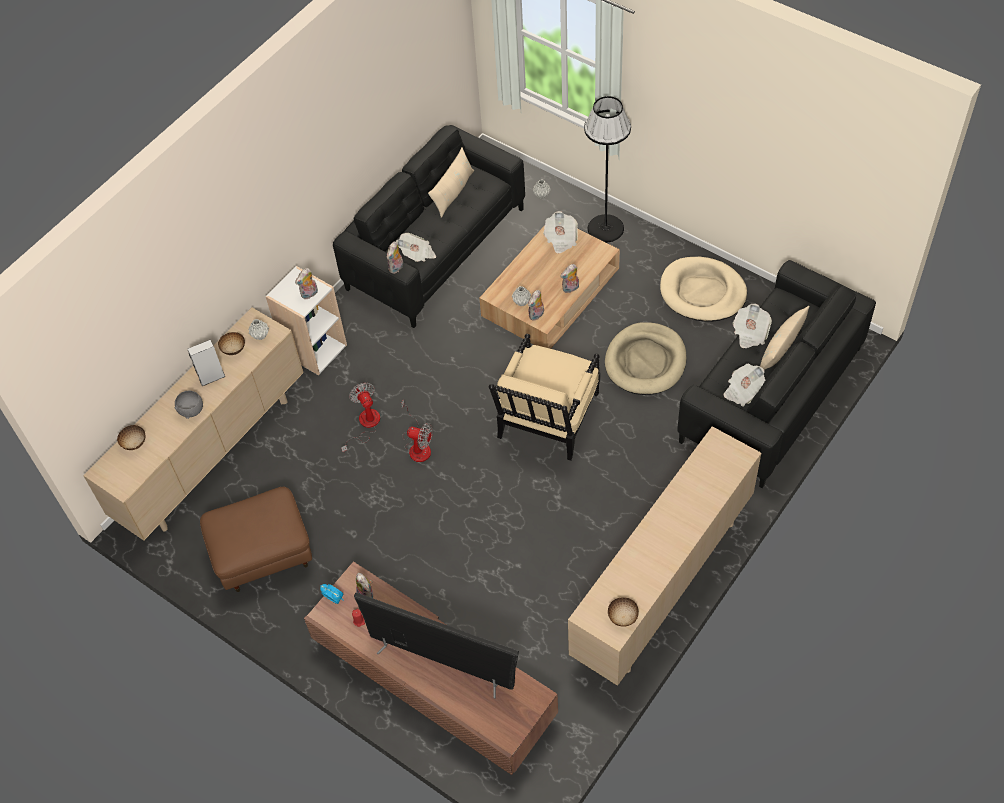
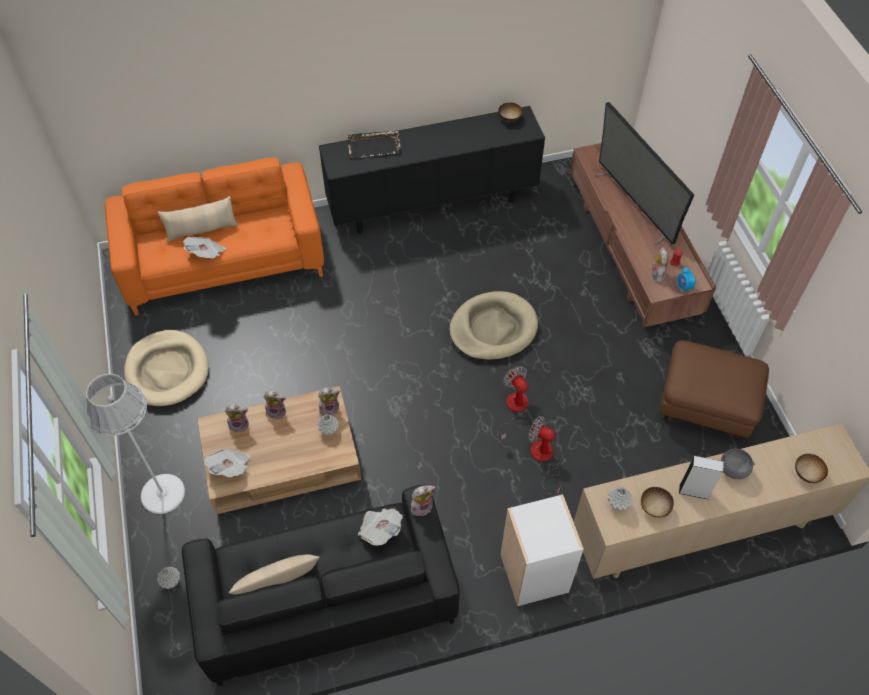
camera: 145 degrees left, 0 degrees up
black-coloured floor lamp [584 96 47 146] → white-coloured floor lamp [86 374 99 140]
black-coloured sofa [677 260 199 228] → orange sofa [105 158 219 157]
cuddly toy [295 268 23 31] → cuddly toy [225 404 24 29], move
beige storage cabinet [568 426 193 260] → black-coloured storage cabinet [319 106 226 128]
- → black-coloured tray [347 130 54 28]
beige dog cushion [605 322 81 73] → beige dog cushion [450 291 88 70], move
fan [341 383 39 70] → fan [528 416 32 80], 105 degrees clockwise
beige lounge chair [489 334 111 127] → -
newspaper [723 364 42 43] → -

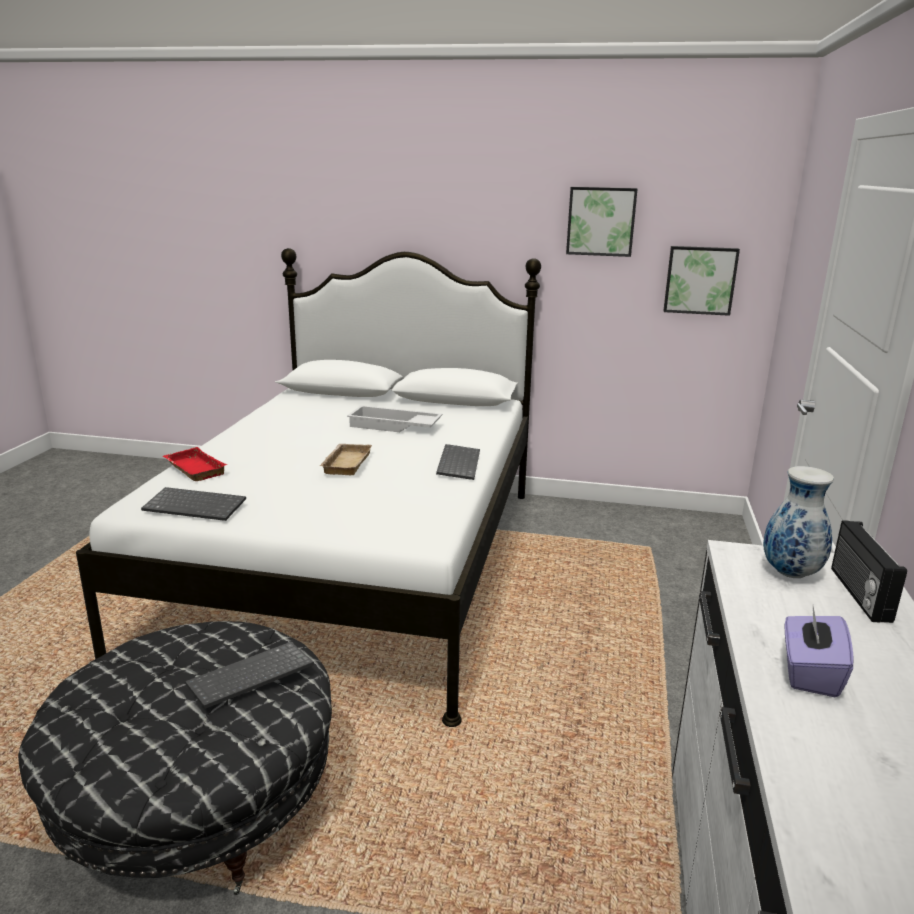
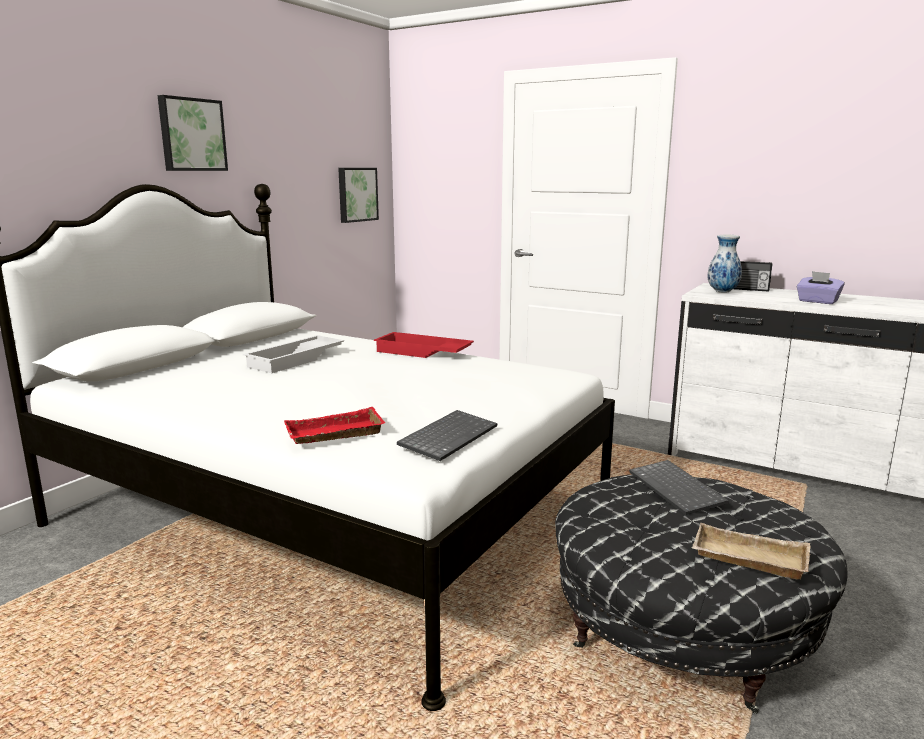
camera: 70 degrees left, 5 degrees down
wall picture [566 187 72 70] → wall picture [157 95 71 76], move
PC keyboard [436 444 44 36] → red tray [374 332 100 26]
beige tray [320 444 52 31] → beige tray [692 523 119 57], move

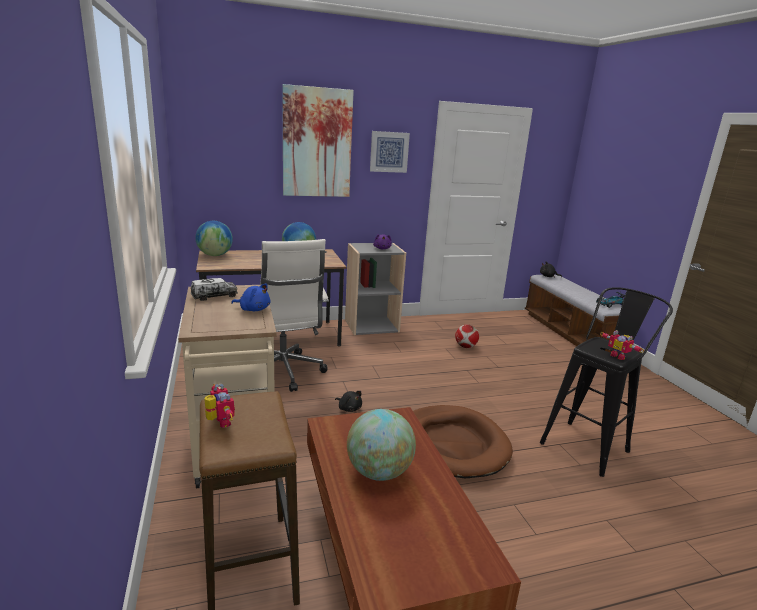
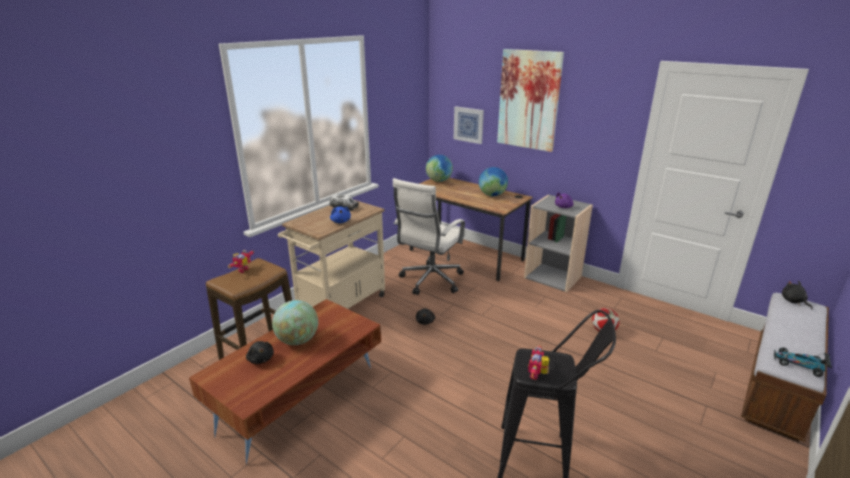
camera: 55 degrees right, 5 degrees up
- → black-coloured cuddly toy [246 341 28 23]
wall picture [370 131 40 42] → wall picture [454 106 30 38], move
brown-coloured dog cushion [413 405 100 73] → -

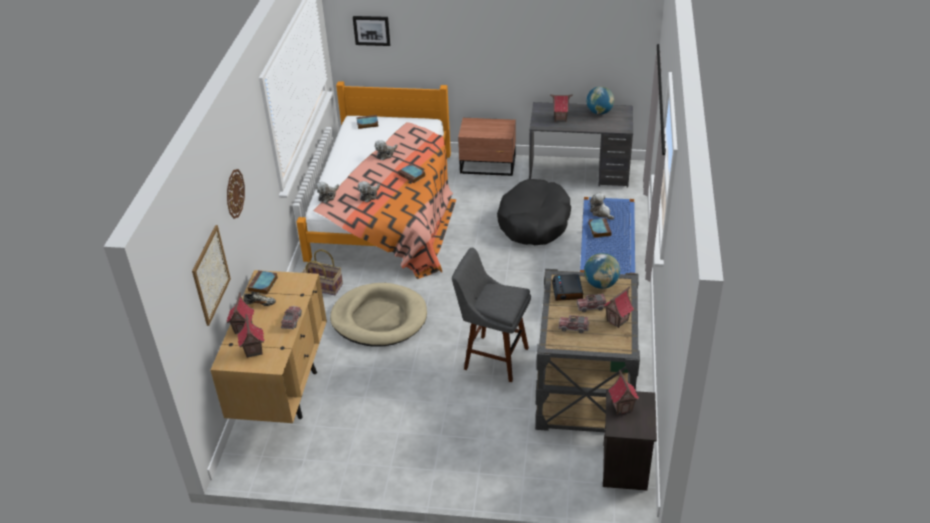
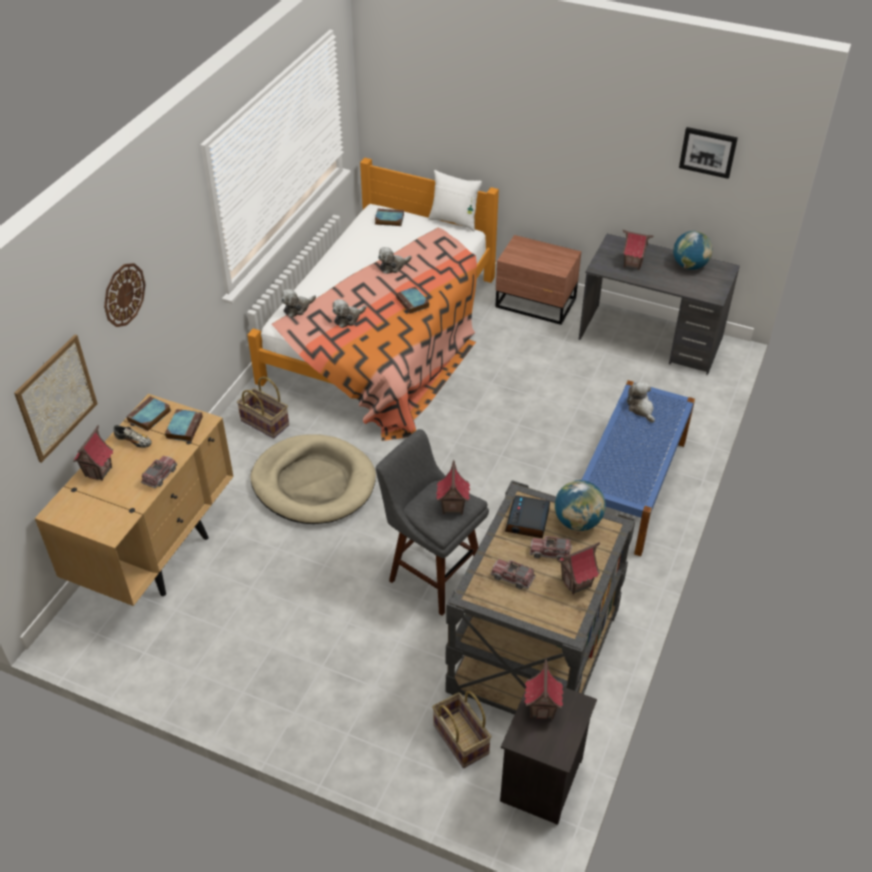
camera: 15 degrees right, 5 degrees up
bound book [589 218 23 20] → bound book [165 409 38 33], move
- → white-coloured throw pillow [428 170 54 61]
- → storage basket [432 691 60 77]
miniature house [237 314 27 44] → miniature house [436 460 34 55], move
wall picture [353 16 37 30] → wall picture [679 127 59 52], move
black-coloured dog cushion [497 179 74 66] → -

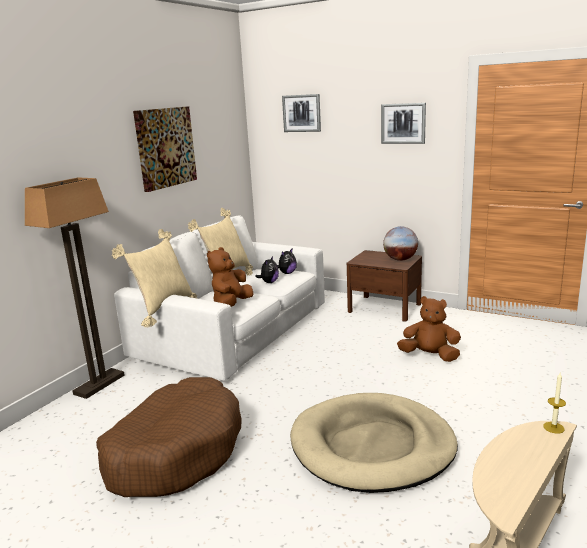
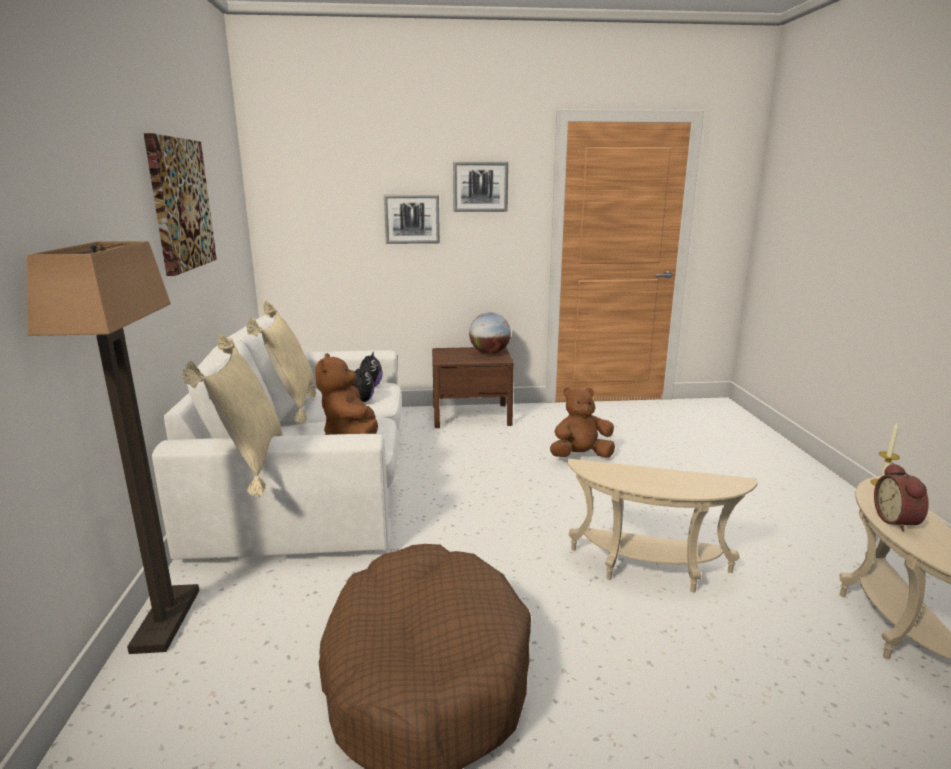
camera: 35 degrees left, 0 degrees up
wall picture [282 94 39 38] → wall picture [384 195 56 49], move
beige dog cushion [290 393 168 100] → beige end table [567 459 191 134]
- → table clock [874 463 55 69]

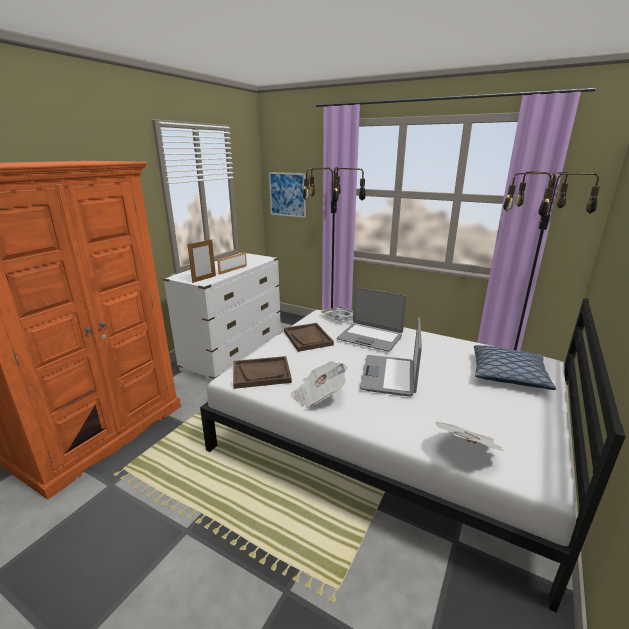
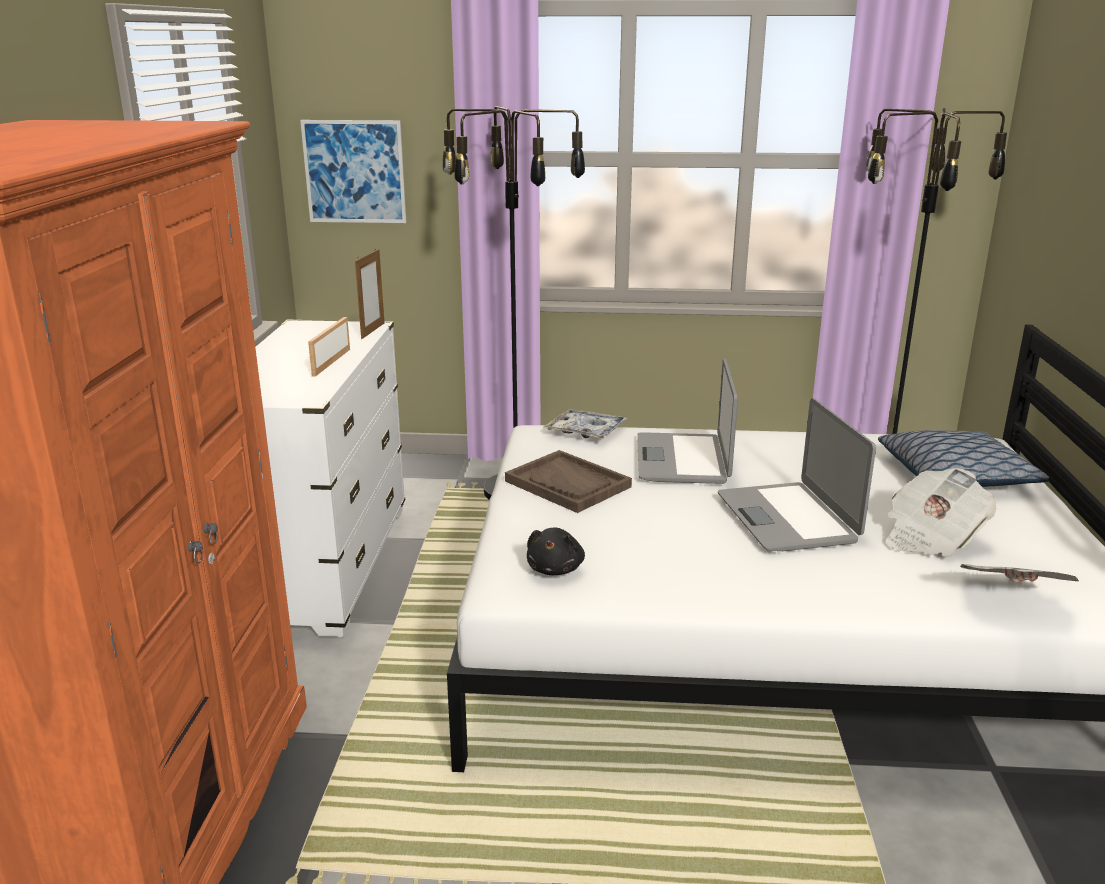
camera: 25 degrees left, 0 degrees up
picture frame [187 239 29 44] → picture frame [355 248 29 91], move
brown-coloured tray [233 356 59 33] → black-coloured cuddly toy [527 527 58 48]
portable computer [337 287 69 65] → portable computer [637 358 101 126], 90 degrees clockwise
newspaper [291 361 57 47] → newspaper [887 468 109 89], move

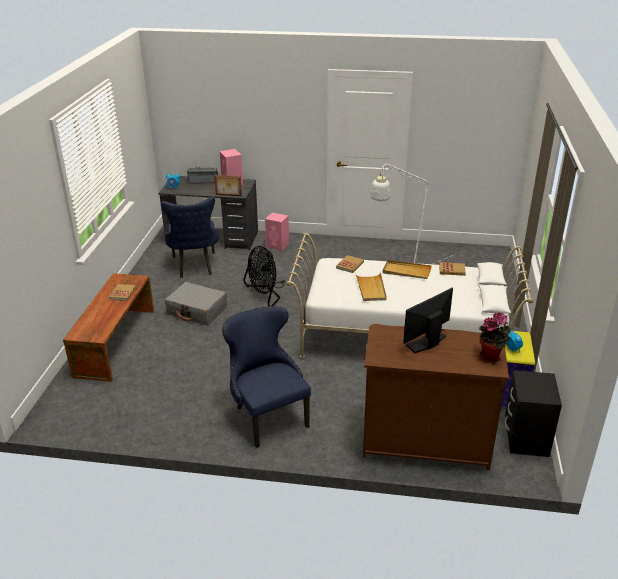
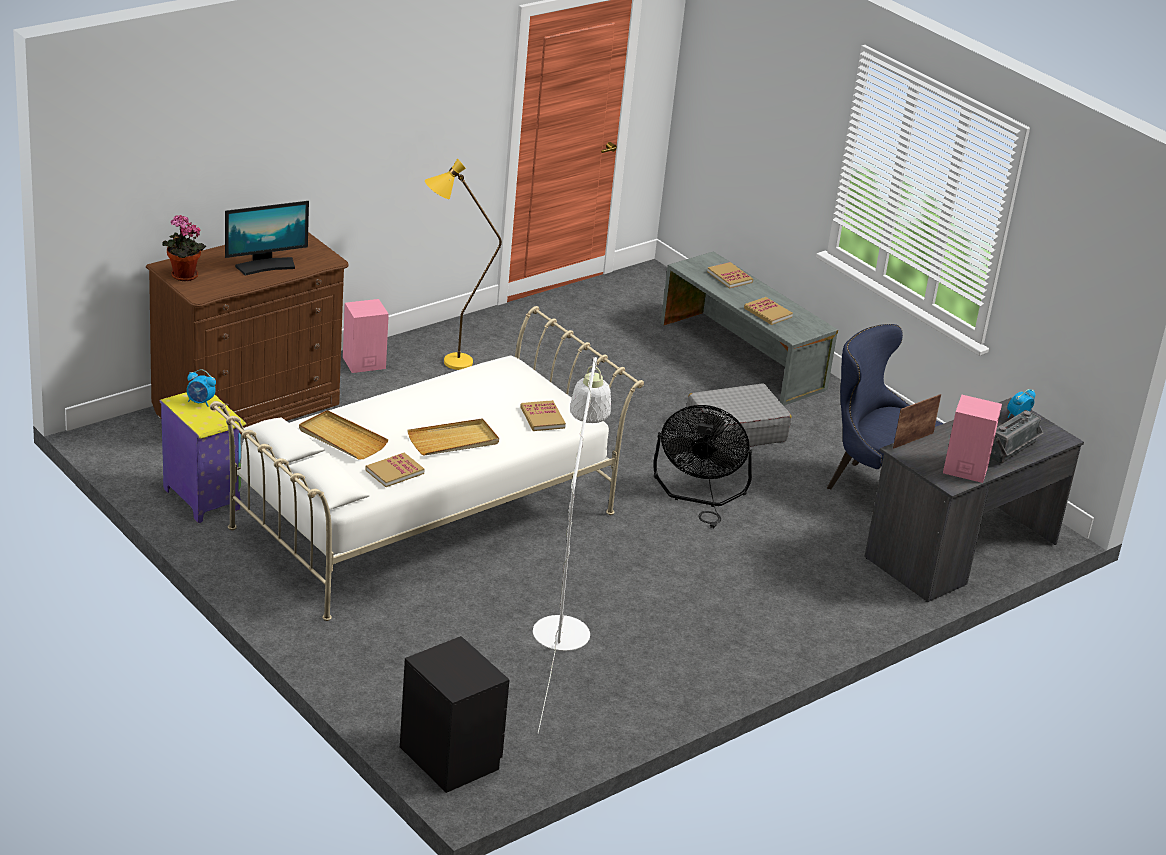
camera: 130 degrees right, 0 degrees up
monitor [403 287 50 66] → monitor [225 201 84 75], 60 degrees clockwise
beige tray [356 273 31 28] → beige tray [299 410 90 49], move
pink-coloured audio speaker [265 213 24 38] → pink-coloured audio speaker [343 299 46 74], move
black-coloured night table [505 370 57 87] → black-coloured night table [400 636 109 157], move
blue-coloured chair [222 306 89 142] → yellow floor lamp [425 158 77 212]
brown-coloured indoor bench [63 273 91 109] → gray indoor bench [660 251 178 155]
- → bound book [707 262 46 27]

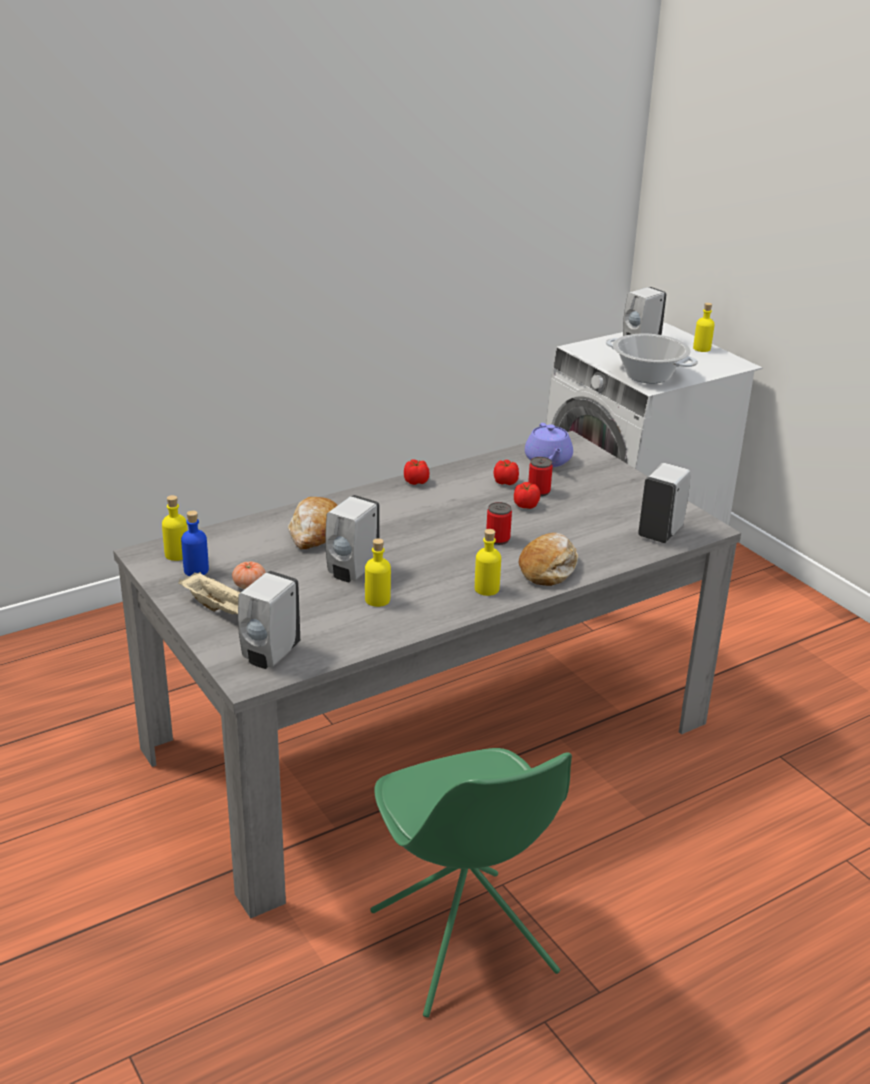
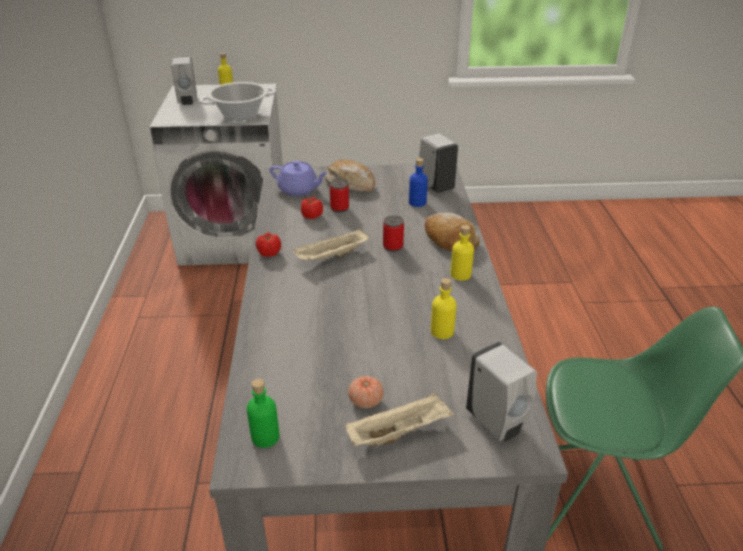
camera: 60 degrees left, 5 degrees up
yellow bottle [162 495 26 66] → greenish bottle [247 379 32 69]
- → beige tray [293 228 76 33]
baked bread [288 497 50 52] → baked bread [325 160 50 32], move
blue-coloured bottle [181 511 28 65] → blue-coloured bottle [409 158 19 49], move
white-coloured soap bottle [325 495 55 87] → -
tomato [514 482 26 27] → -

